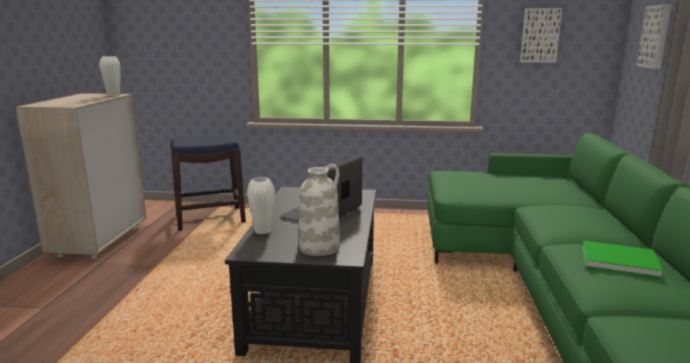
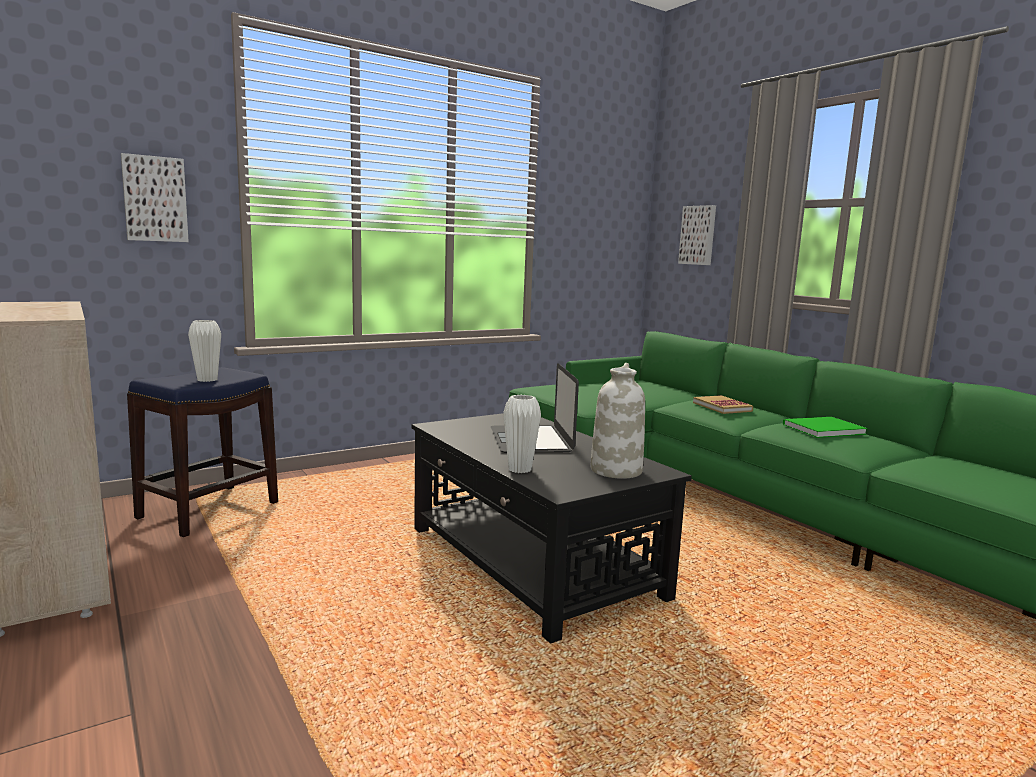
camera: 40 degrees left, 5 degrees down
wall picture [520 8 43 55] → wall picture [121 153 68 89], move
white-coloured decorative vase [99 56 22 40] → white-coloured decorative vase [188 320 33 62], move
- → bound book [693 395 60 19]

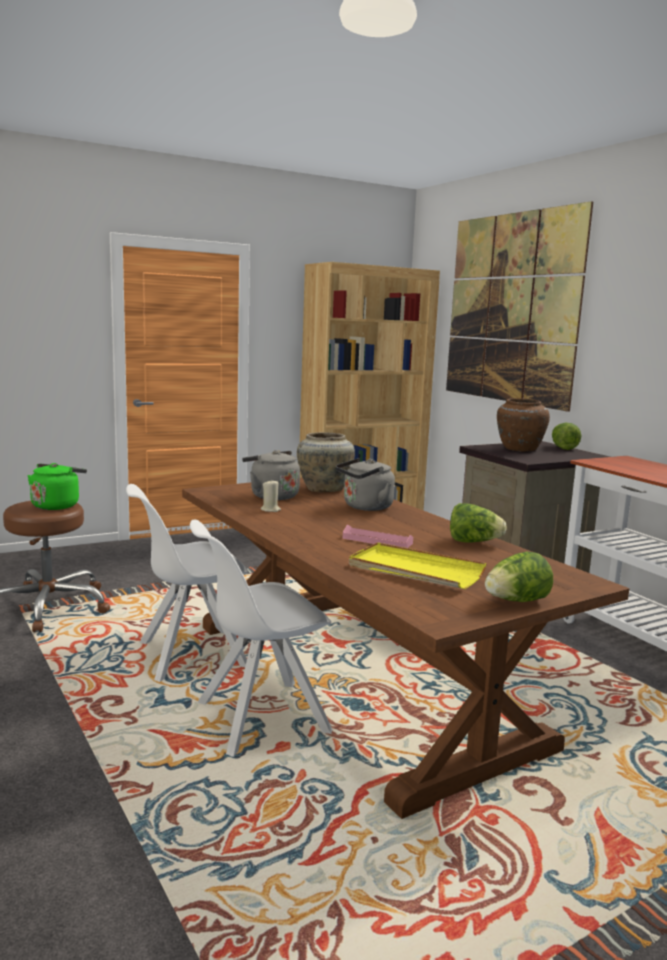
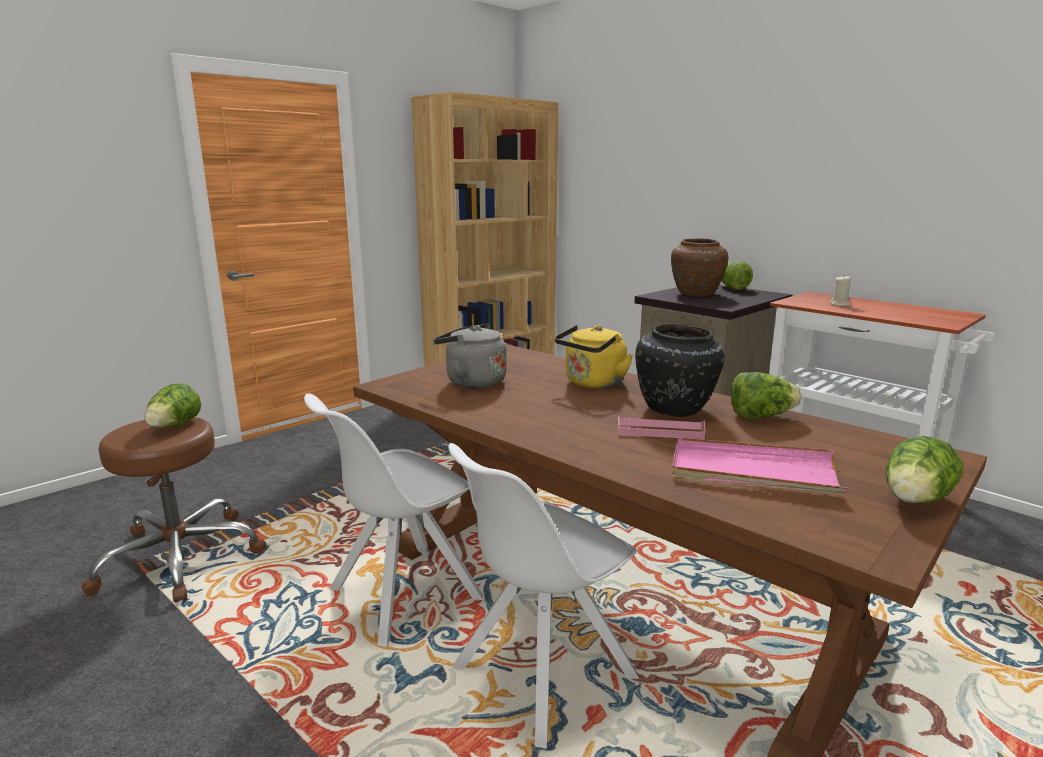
camera: 15 degrees left, 5 degrees up
greenish water kettle [27 463 60 47] → lettuce [145 383 56 44]
gray water kettle [336 458 59 53] → yellow water kettle [555 325 78 63]
- → black-coloured decorative vase [635 324 89 93]
yellow tray [349 542 138 47] → pink-coloured tray [672 437 175 57]
beige wax light [261 479 20 33] → beige wax light [830 275 21 31], move
beige decorative vase [297 432 58 60] → -
wall picture [446 201 147 211] → -

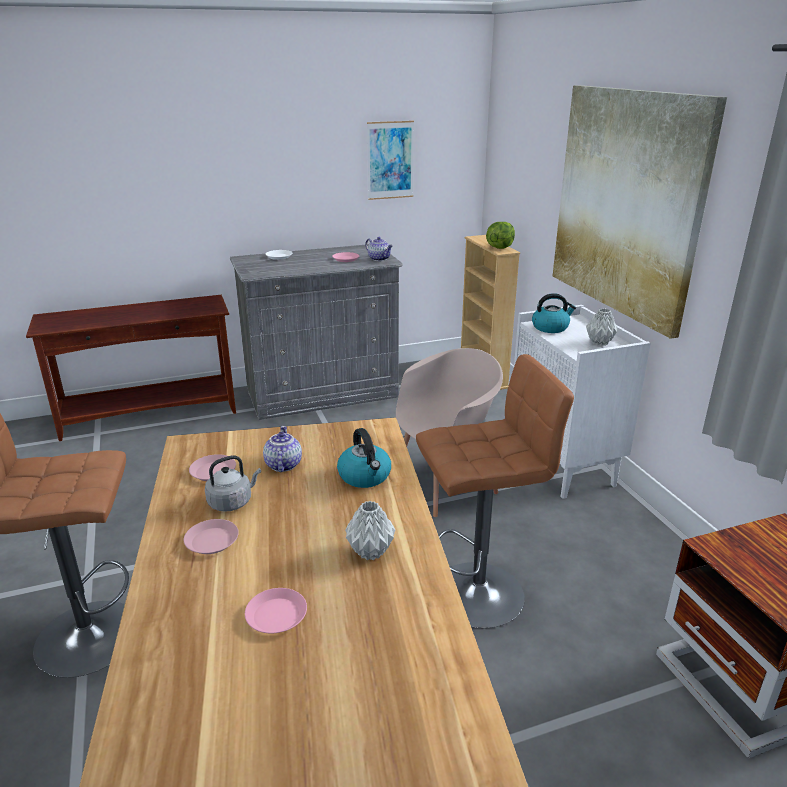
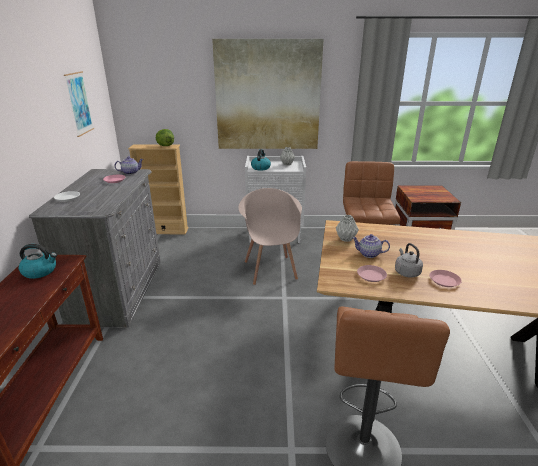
camera: 70 degrees left, 0 degrees up
water kettle [337 428 54 60] → water kettle [19 244 38 35], move
gray decorative vase [345 501 50 59] → gray decorative vase [336 215 23 27], move
pink-coloured plate [245 588 62 45] → -

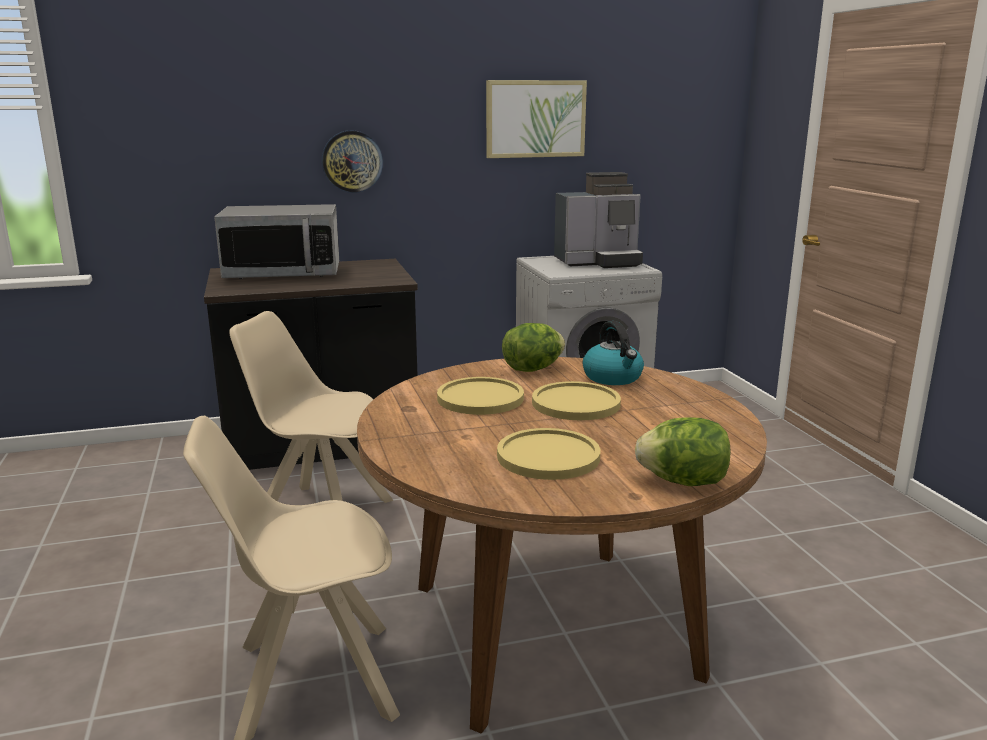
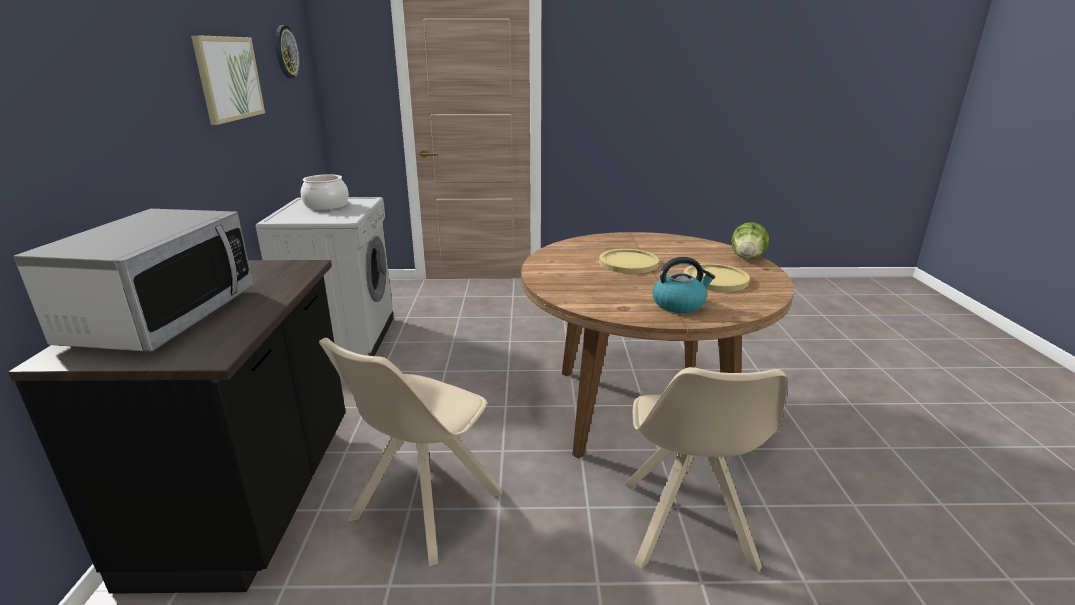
camera: 75 degrees left, 5 degrees up
wall clock [322 130 61 63] → wall clock [275 25 25 53], move
coffee brewer [554 172 89 96] → stockpot [301 174 48 36]
water kettle [583 321 61 64] → water kettle [653 257 62 56], move
yellow plate [437 377 87 38] → -
lettuce [502 323 63 49] → -

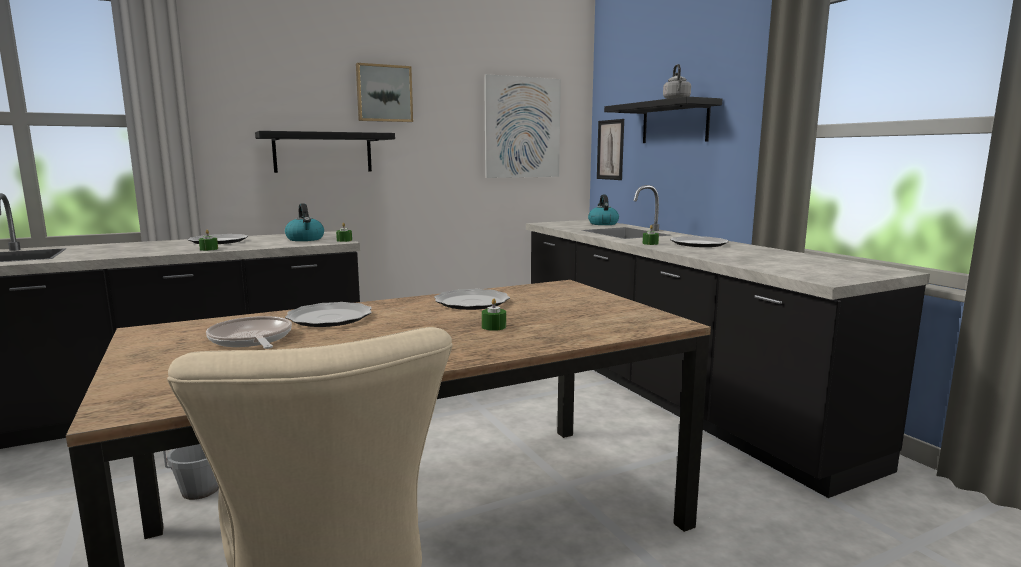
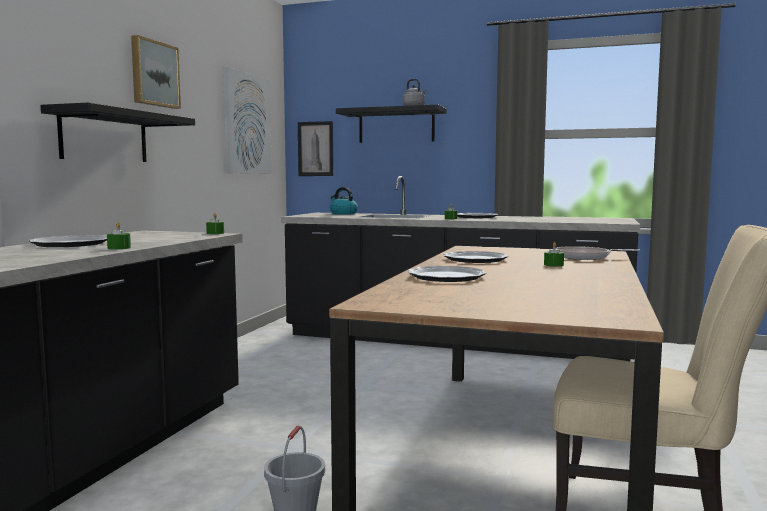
camera: 45 degrees left, 5 degrees down
pan [206 316 86 33] → pan [556 246 85 14], move
water kettle [285 203 39 38] → -

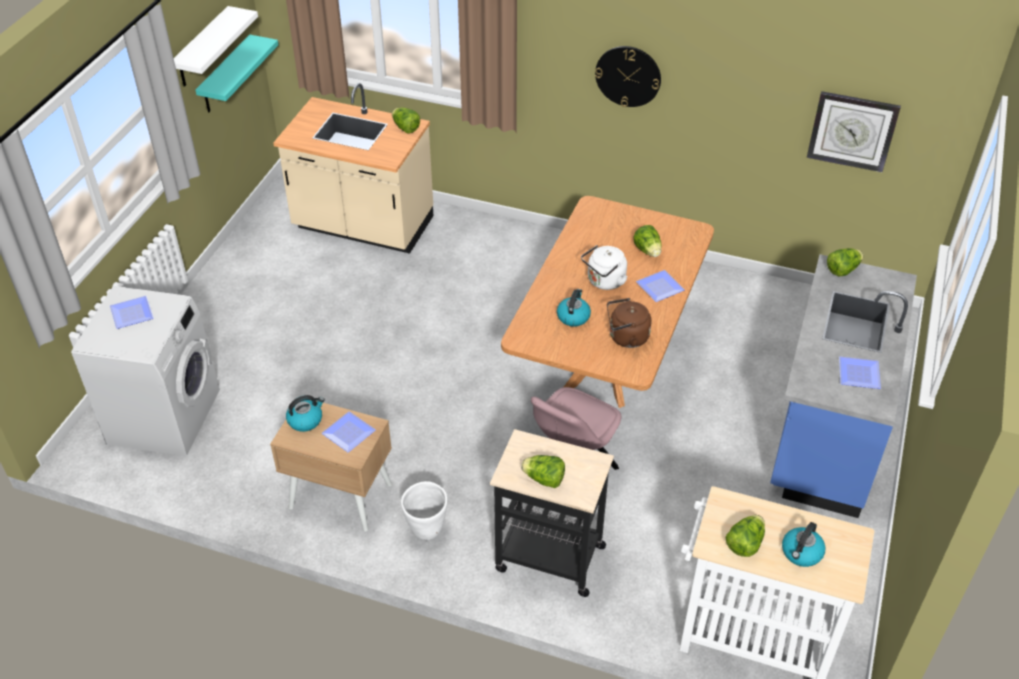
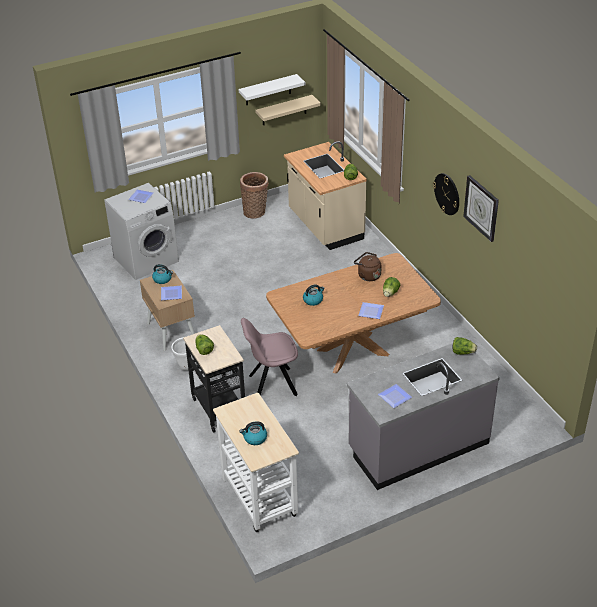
camera: 45 degrees right, 5 degrees down
- → storage basket [240 172 29 47]
blue-green bracket shelf [195 34 83 78] → beige bracket shelf [255 95 66 30]
blue-coloured kitchen counter [770 254 147 264] → gray kitchen counter [347 343 153 147]
brown-coloured water kettle [607 298 44 50] → brown-coloured water kettle [354 252 28 29], move
wall clock [807 91 94 81] → wall clock [463 175 36 67], move
white-coloured water kettle [581 245 47 45] → -
lettuce [725 515 40 42] → -

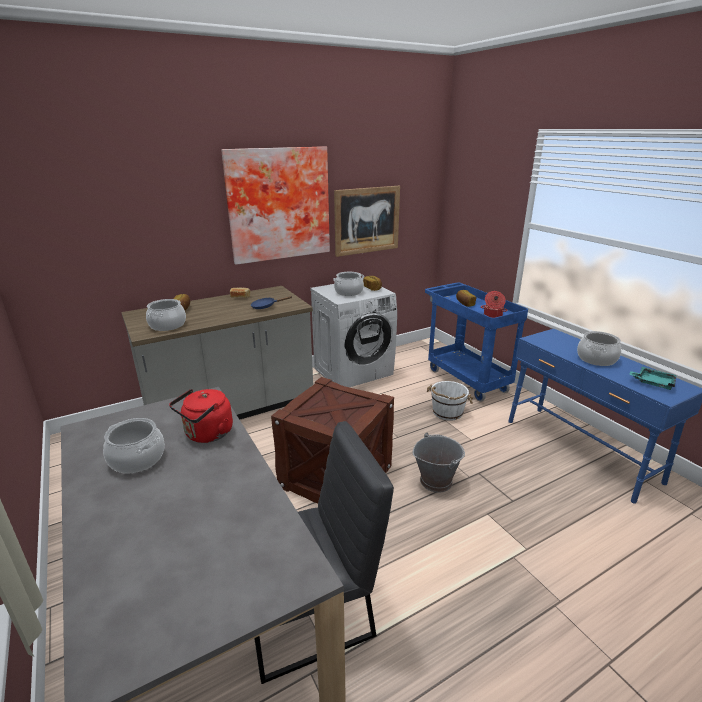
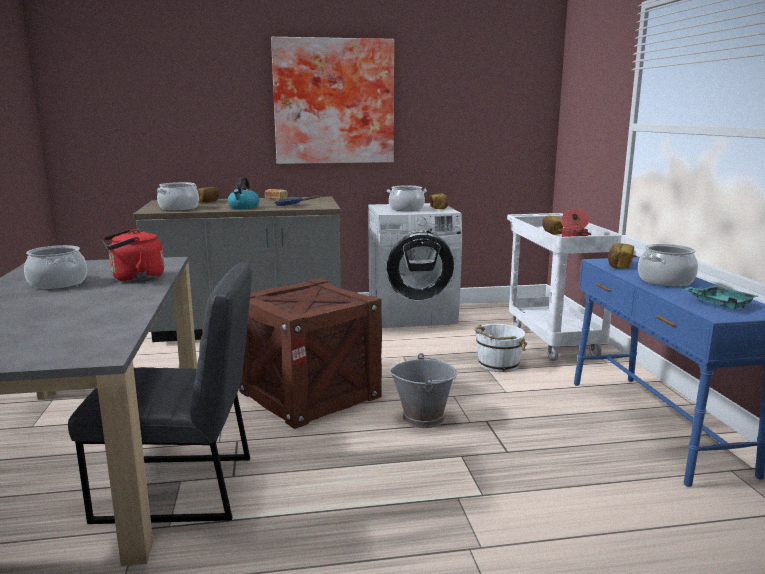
camera: 20 degrees right, 10 degrees down
- → water kettle [228 177 32 32]
blue-coloured cart [425 282 103 120] → white-coloured cart [507 213 115 148]
- → baked bread [608 243 26 26]
wall picture [334 186 66 71] → -

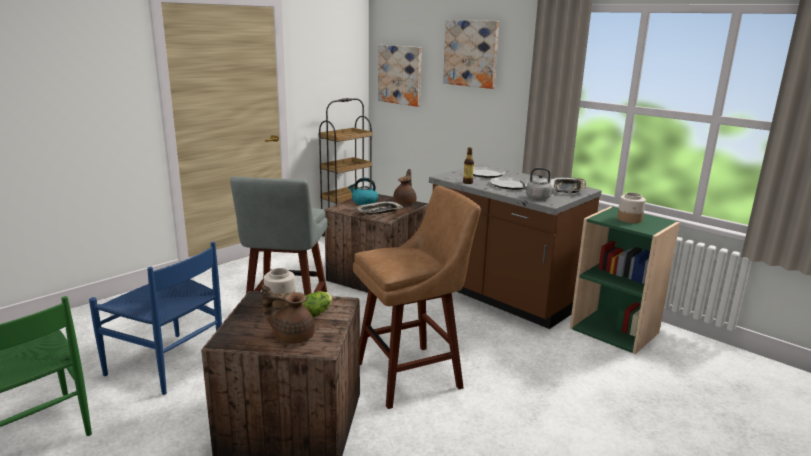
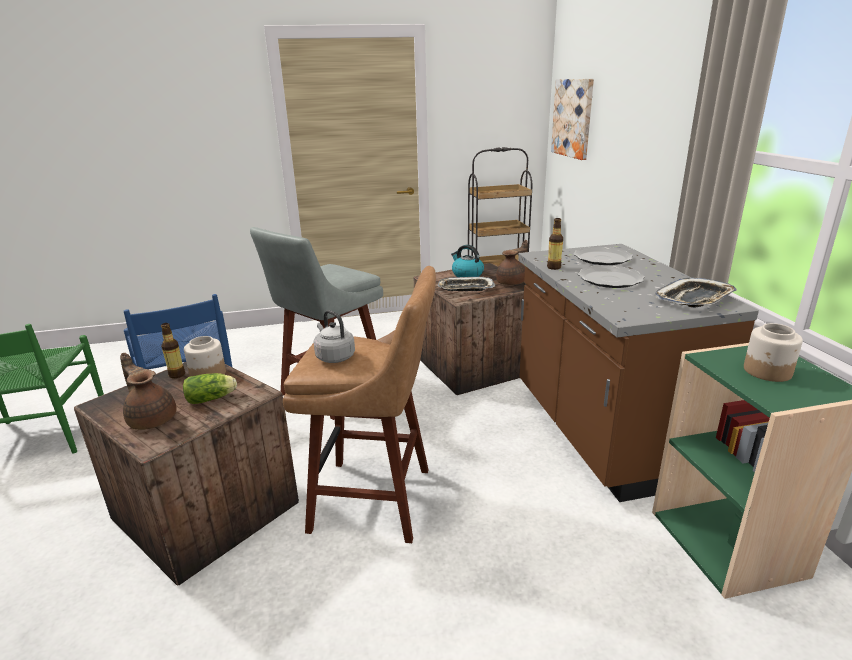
camera: 35 degrees right, 5 degrees up
- → bottle [161 323 24 55]
gray water kettle [520 168 32 32] → gray water kettle [314 310 41 53], move
wall picture [443 20 56 69] → -

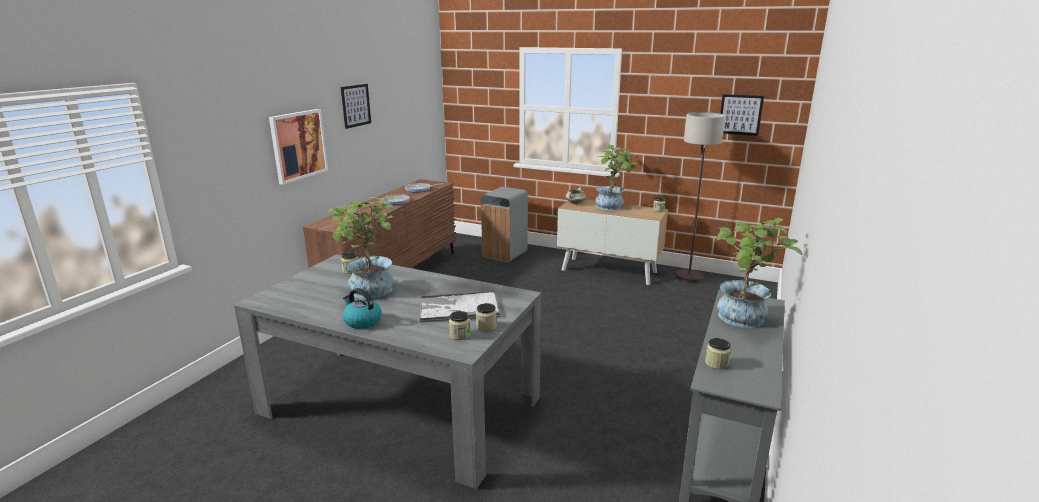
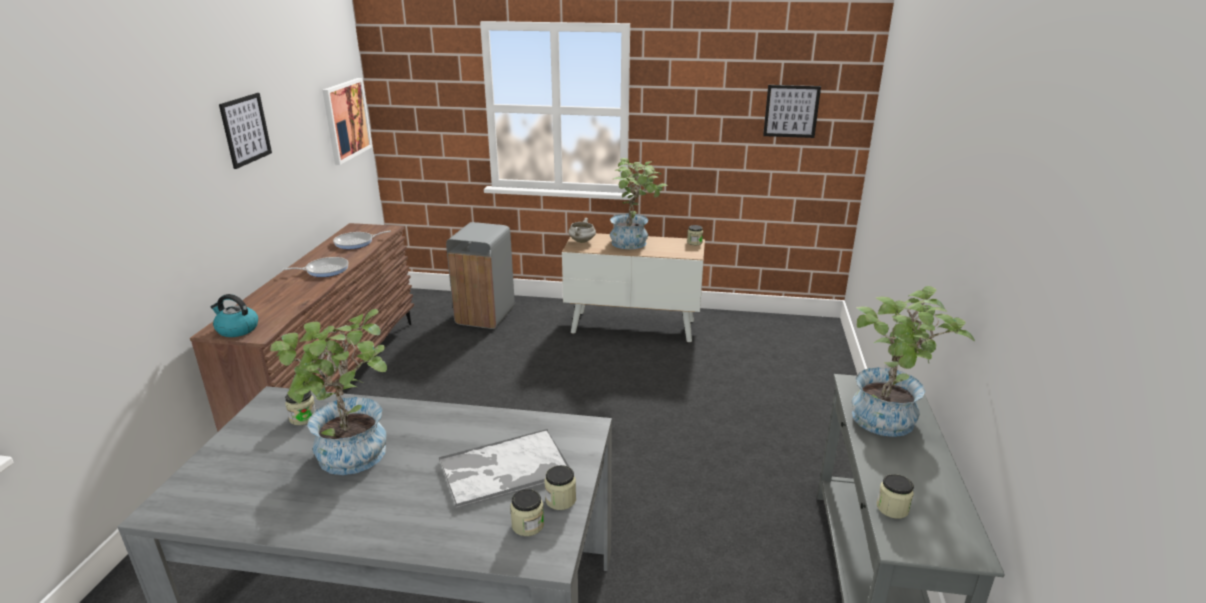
camera: 15 degrees left, 5 degrees up
water kettle [343 288 39 41] → water kettle [210 294 48 43], move
wall picture [269 109 59 76] → wall picture [323 78 49 87], move
gray floor lamp [675 112 50 171] → -

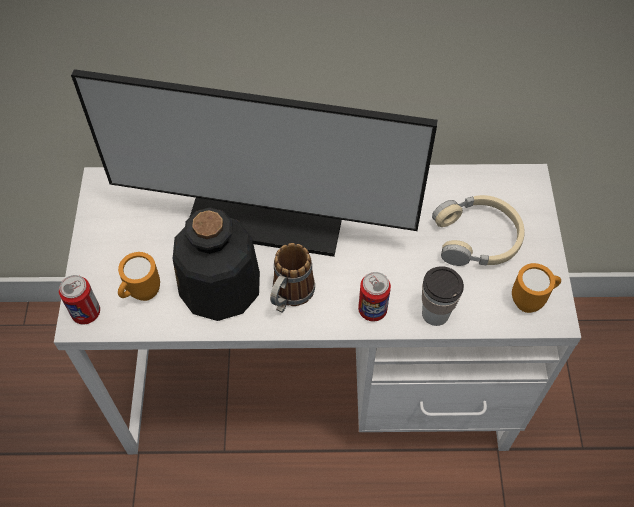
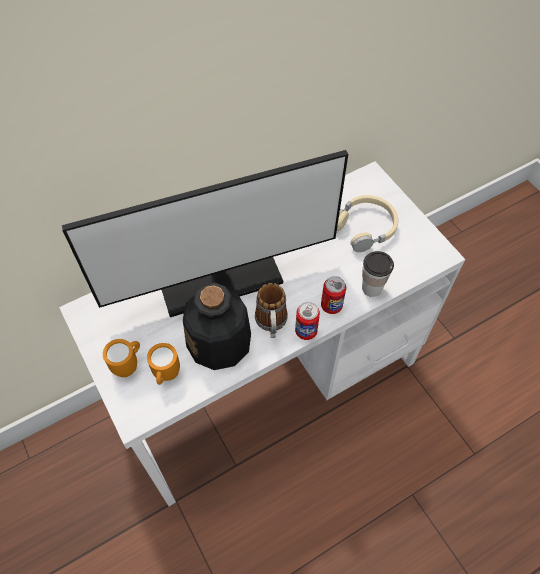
camera: 30 degrees left, 0 degrees up
orange tea mug [512 263 49 50] → orange tea mug [103 339 37 38], move
can [59 275 41 49] → can [295 302 25 38], move

